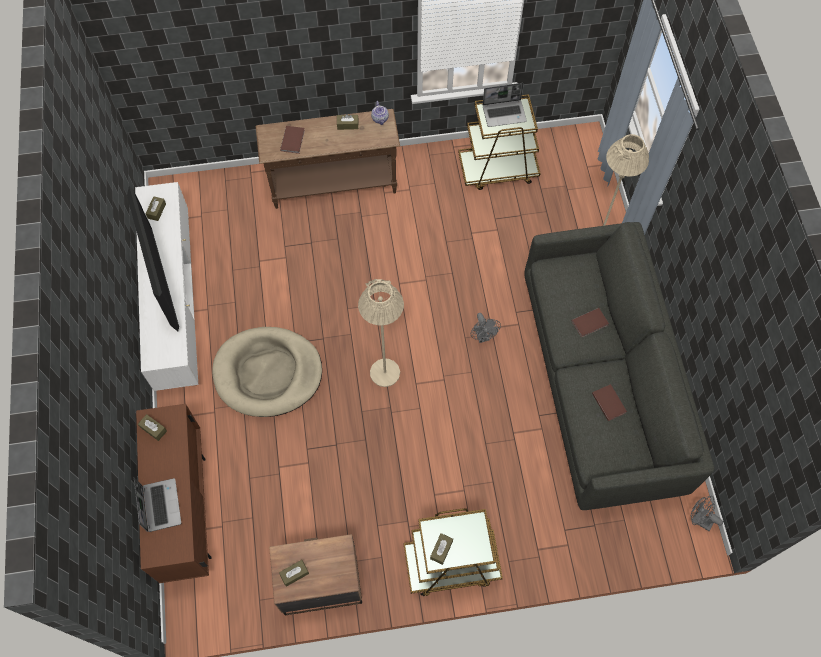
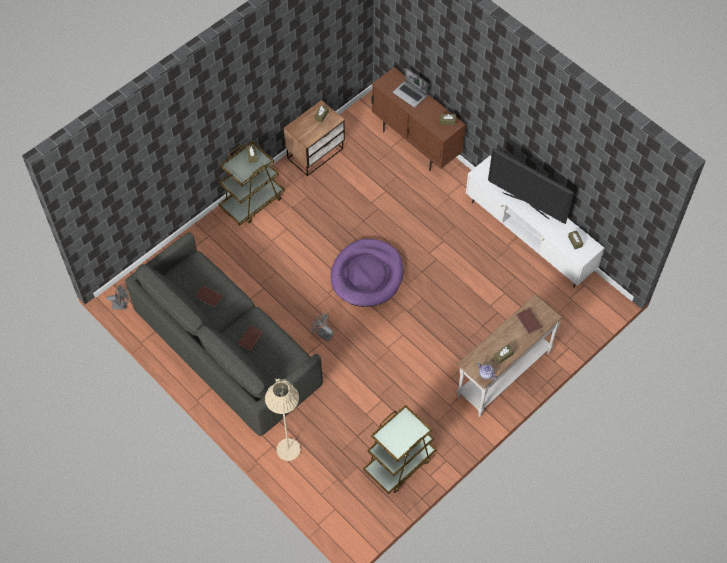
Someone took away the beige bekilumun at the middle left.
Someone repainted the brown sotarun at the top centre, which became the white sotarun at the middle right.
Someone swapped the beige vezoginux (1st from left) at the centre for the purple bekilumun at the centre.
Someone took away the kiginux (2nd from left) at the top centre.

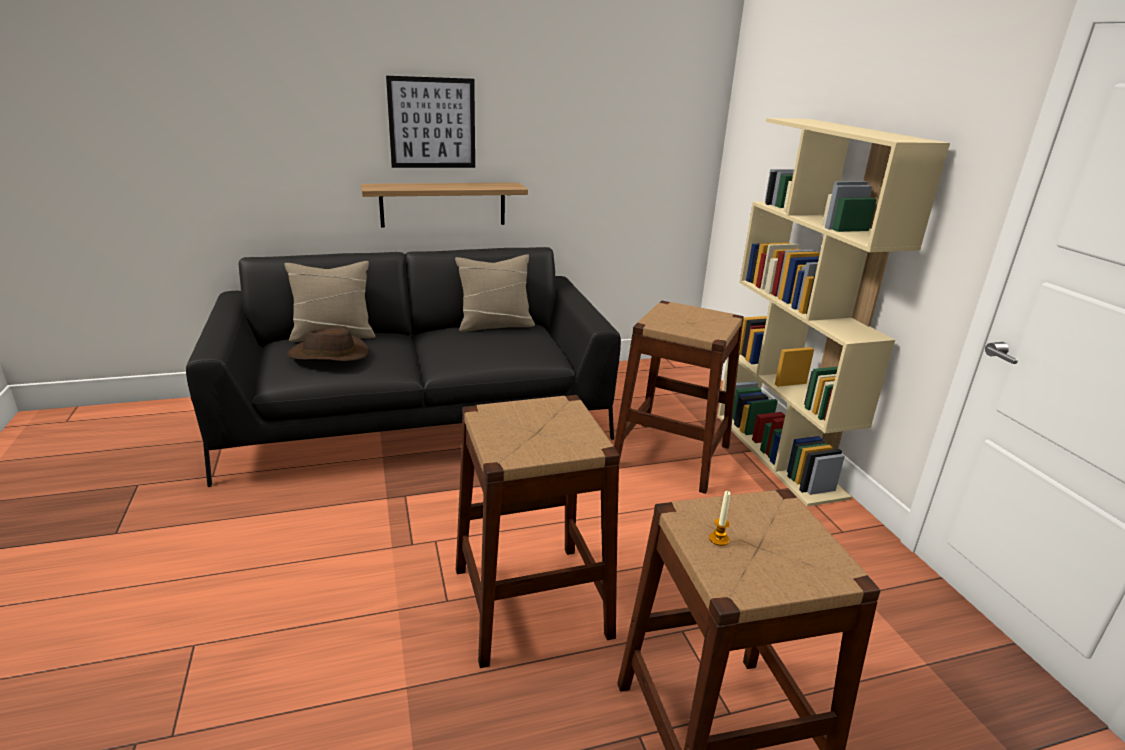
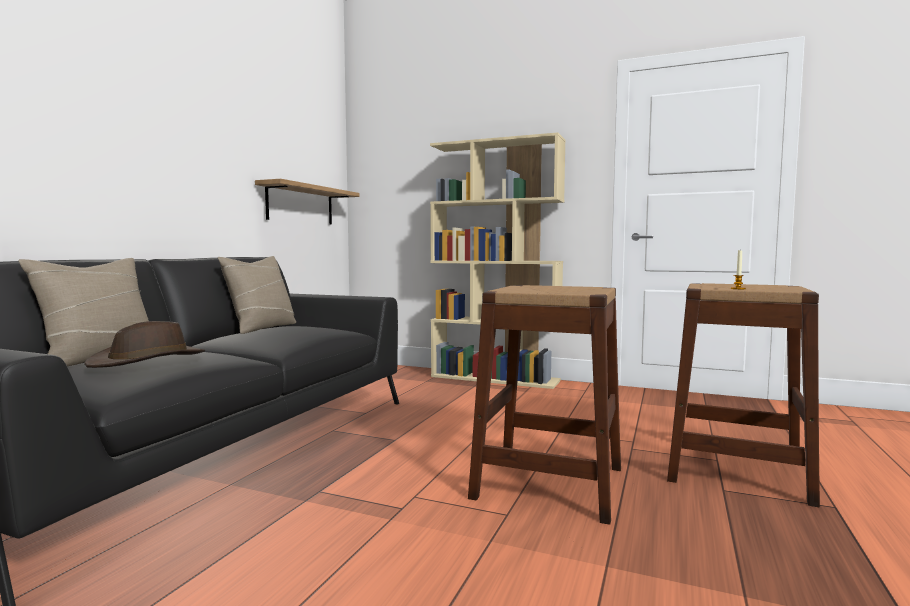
Someone carried the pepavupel from the top centre to the centre.
Someone took away the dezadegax at the top centre.
Someone took away the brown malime (2nd from left) at the centre.

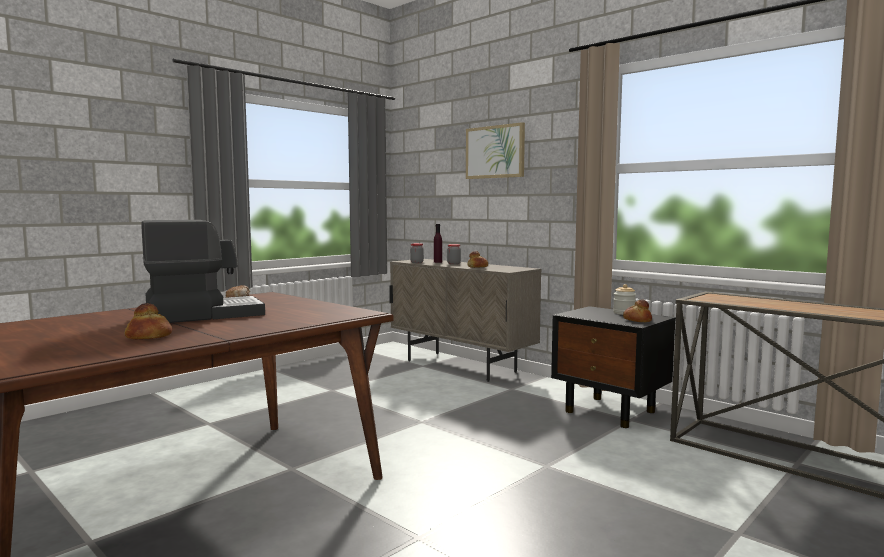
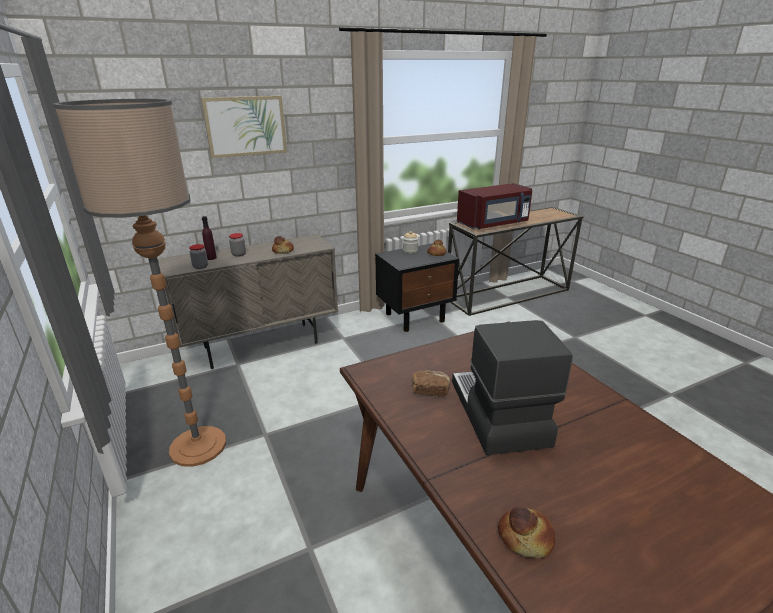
Someone carried the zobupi (1st from left in the first image) from the middle left to the bottom right.
Someone put down the vezoginux at the middle left.
Someone put down the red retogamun at the centre.

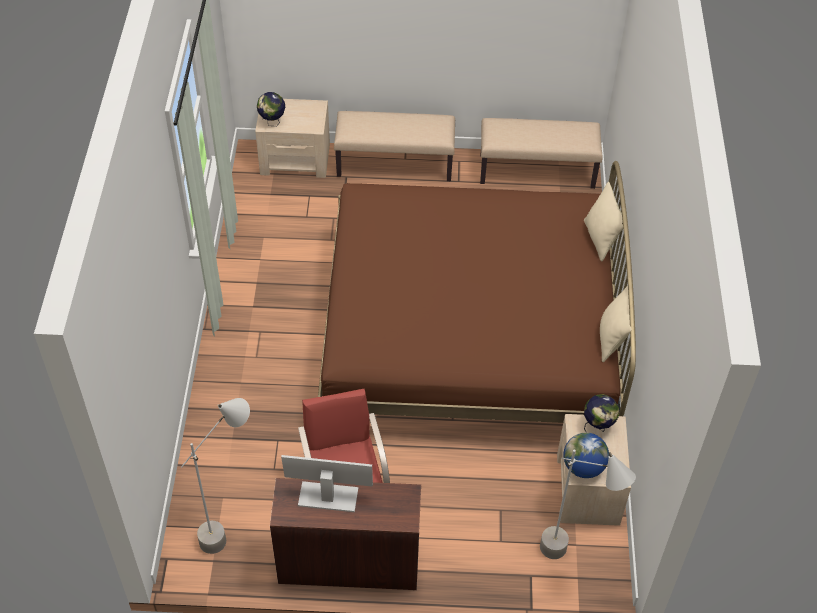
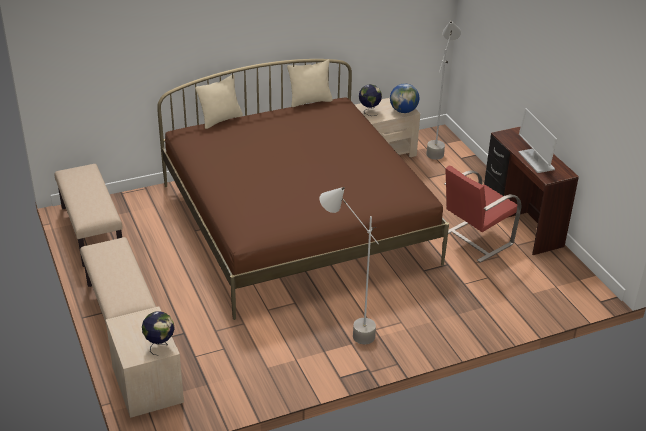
Someone carried the grey vezoginux (1st from left) from the bottom left to the centre.

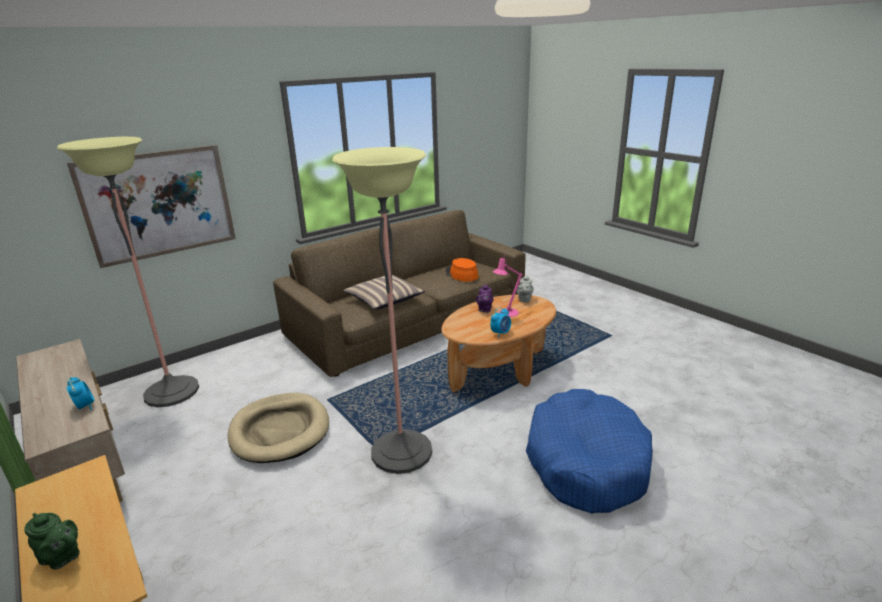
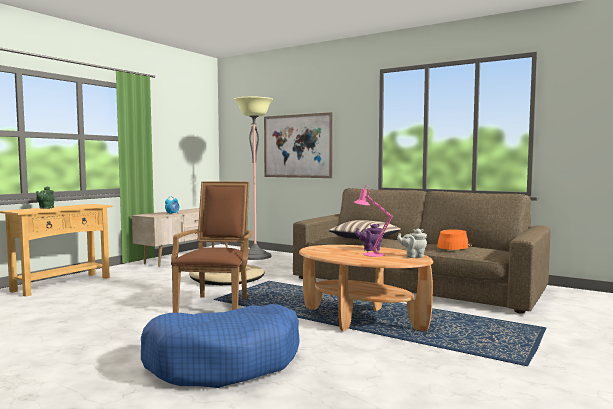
Someone swapped the vezoginux (2nd from left) at the centre for the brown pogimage at the centre.
Someone took away the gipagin (2nd from left) at the centre.

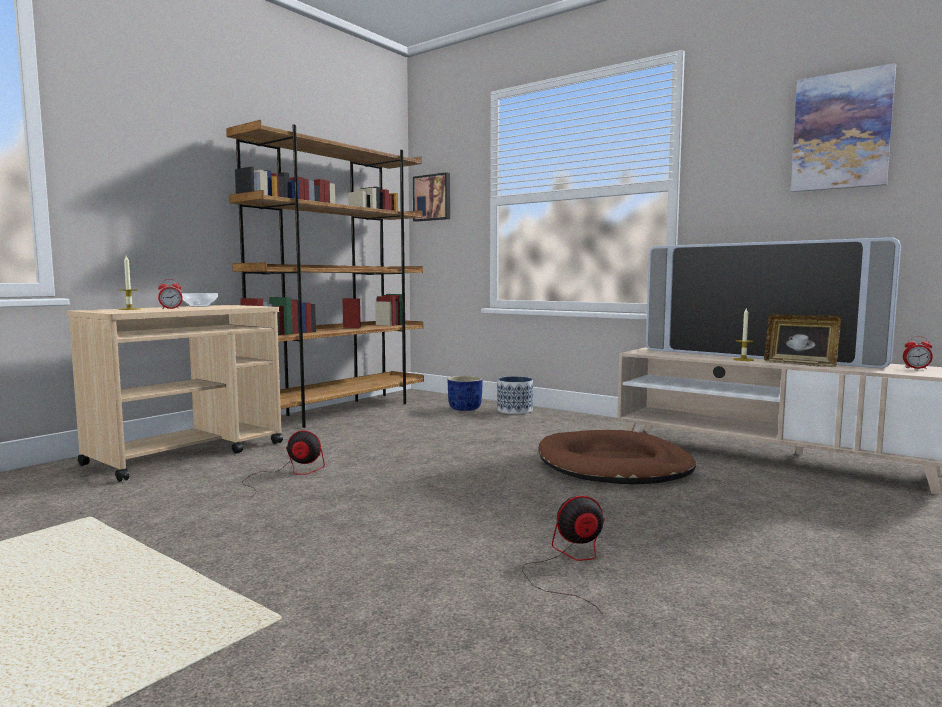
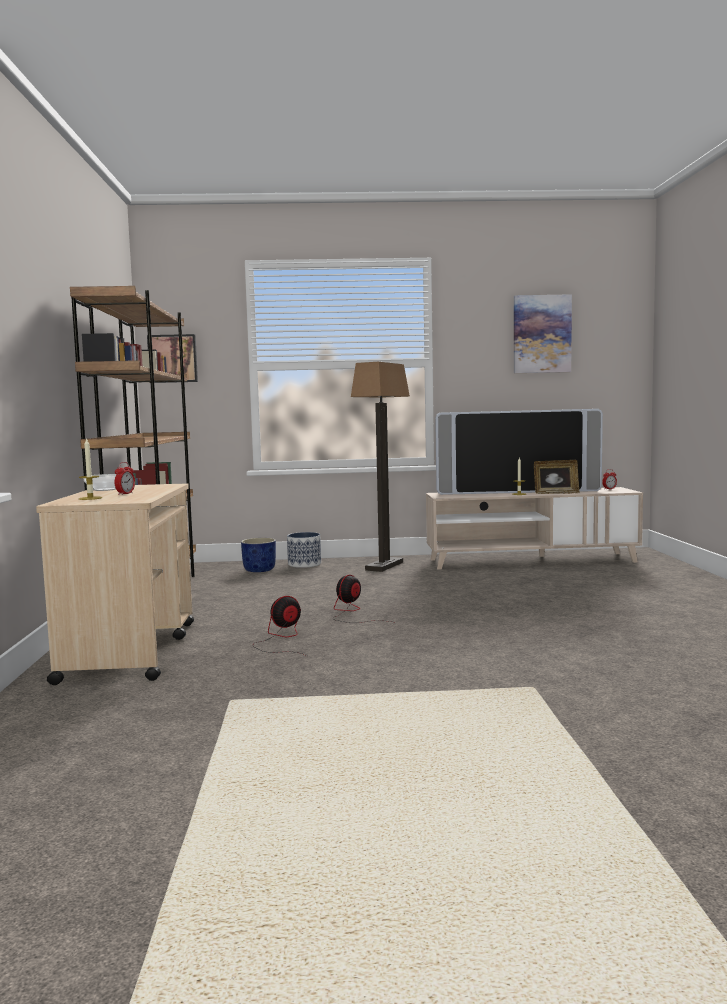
Someone carried the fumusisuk (2nd from left) from the bottom centre to the centre.
Someone took away the brown bekilumun at the centre.
Someone put down the vezoginux at the centre.

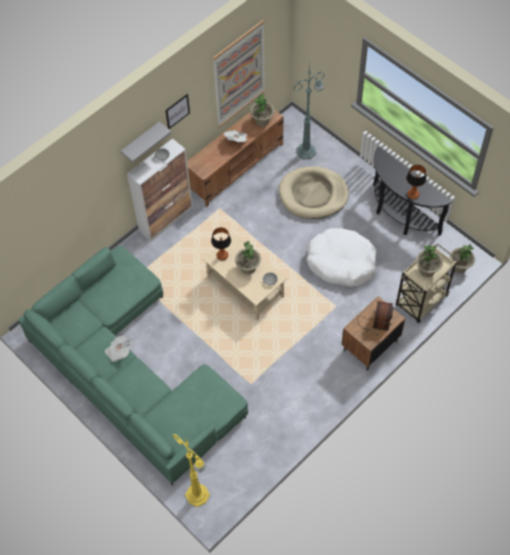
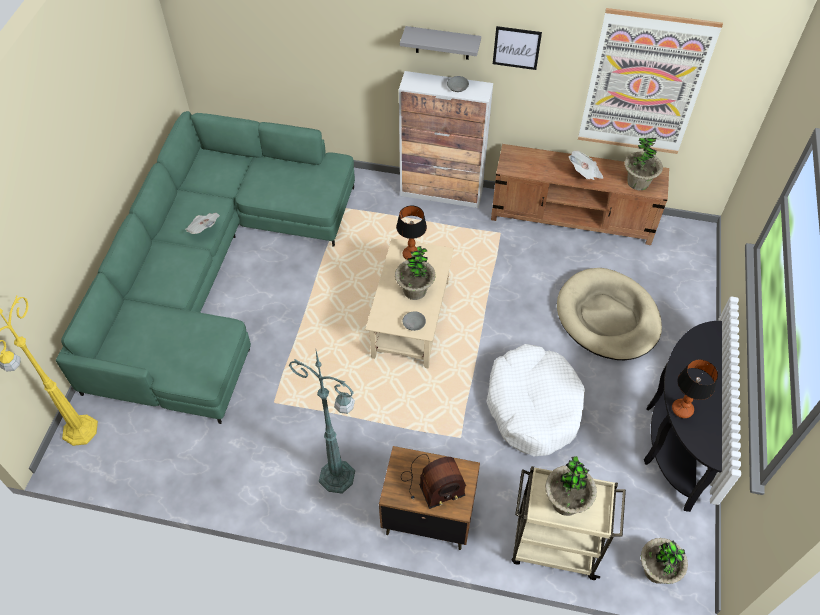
Someone carried the green vezoginux from the top centre to the bottom centre.

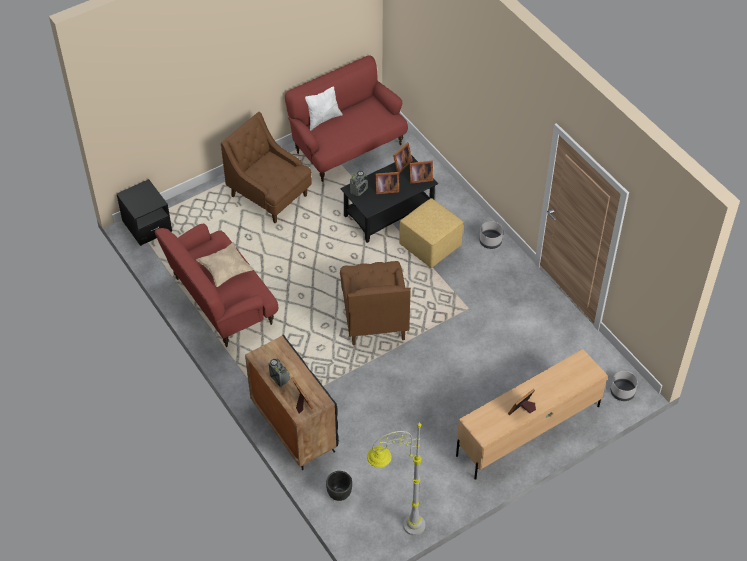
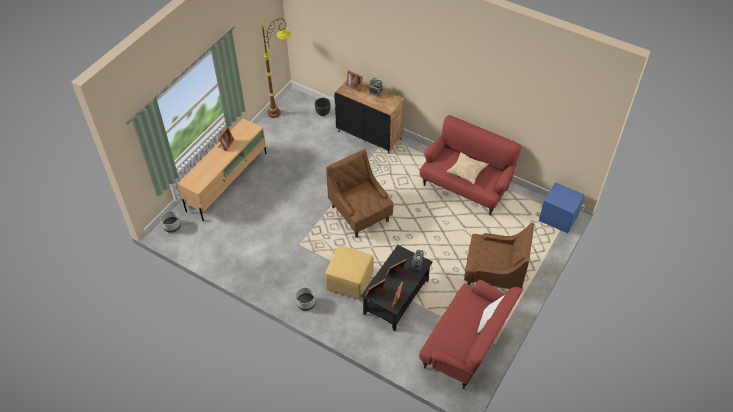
Someone repainted the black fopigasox at the middle left, which became the blue fopigasox at the middle right.
Someone repainted the grey vezoginux at the bottom centre, which became the brown vezoginux at the top centre.

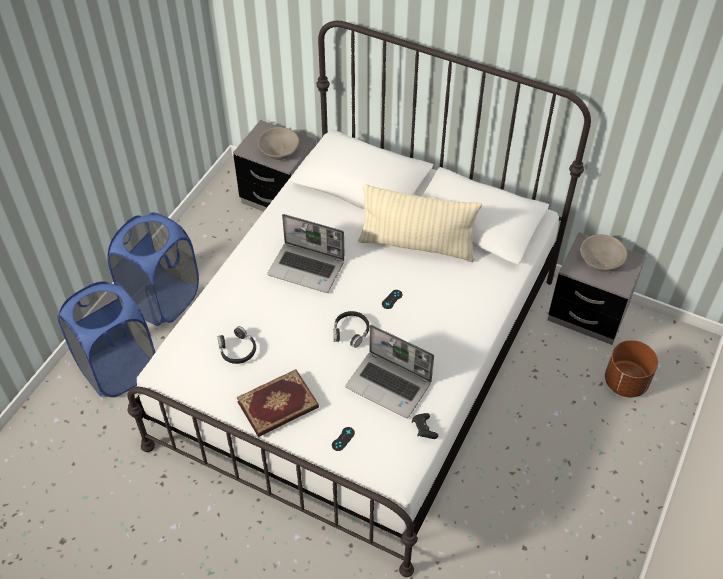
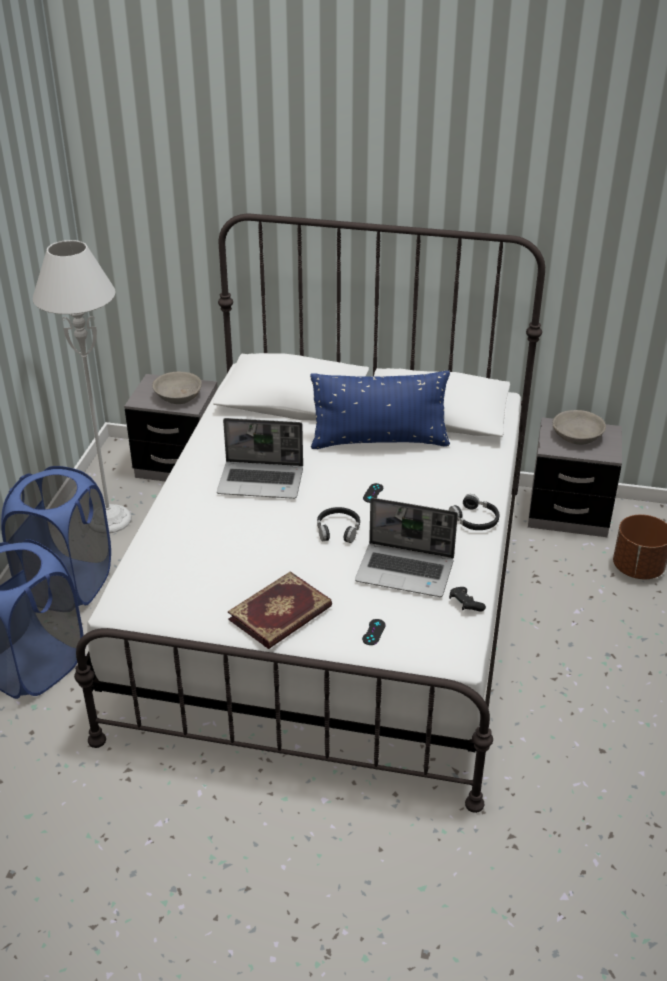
Someone carried the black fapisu (1st from left in the first image) from the middle left to the middle right.
Someone repainted the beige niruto at the centre, which became the blue niruto at the centre.
Someone put down the grey vezoginux at the middle left.

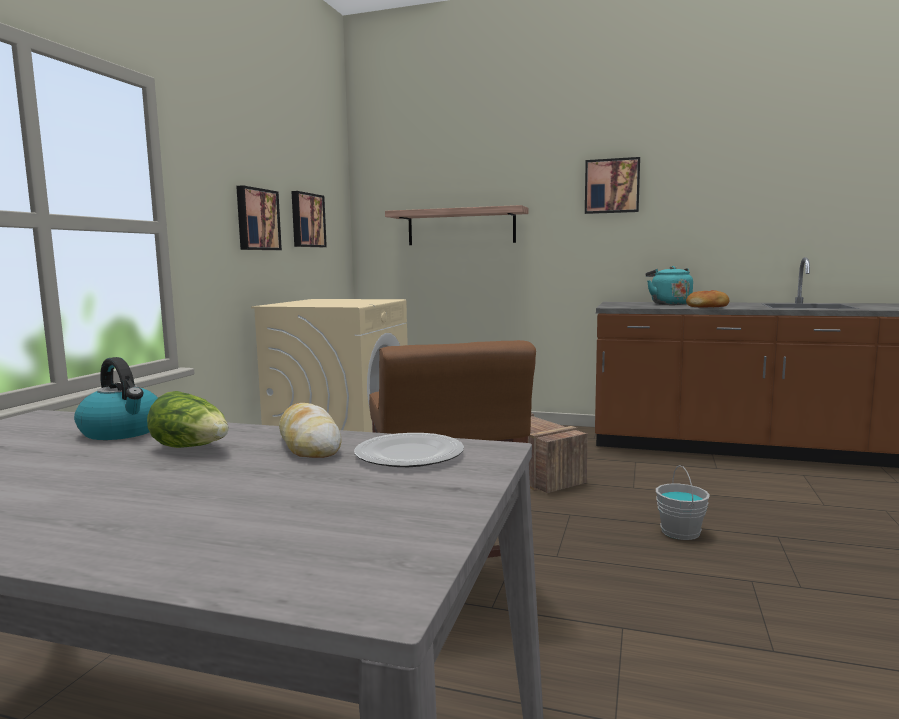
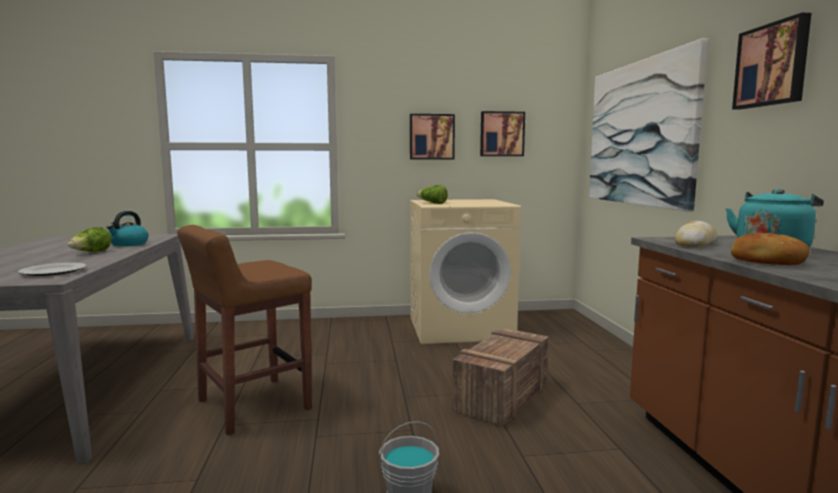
Someone carried the zobupi (1st from left) from the centre to the middle right.
Someone swapped the pepavupel at the top centre for the dezadegax (3rd from left) at the top right.
Someone put down the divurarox (2nd from left) at the centre.

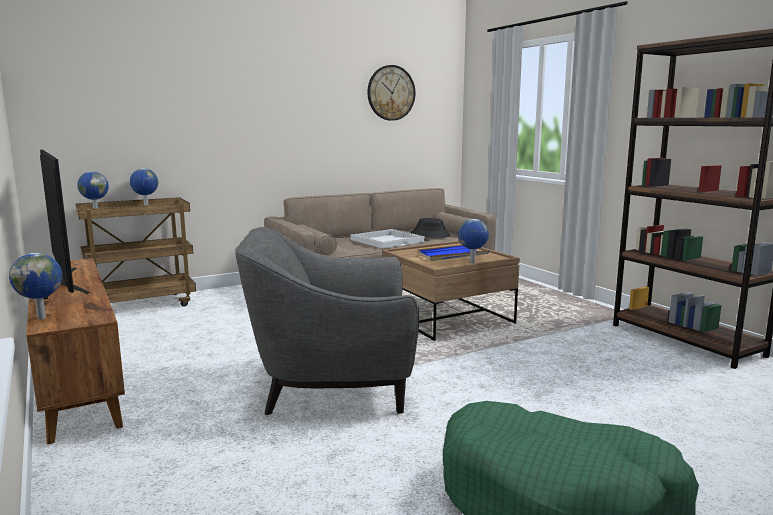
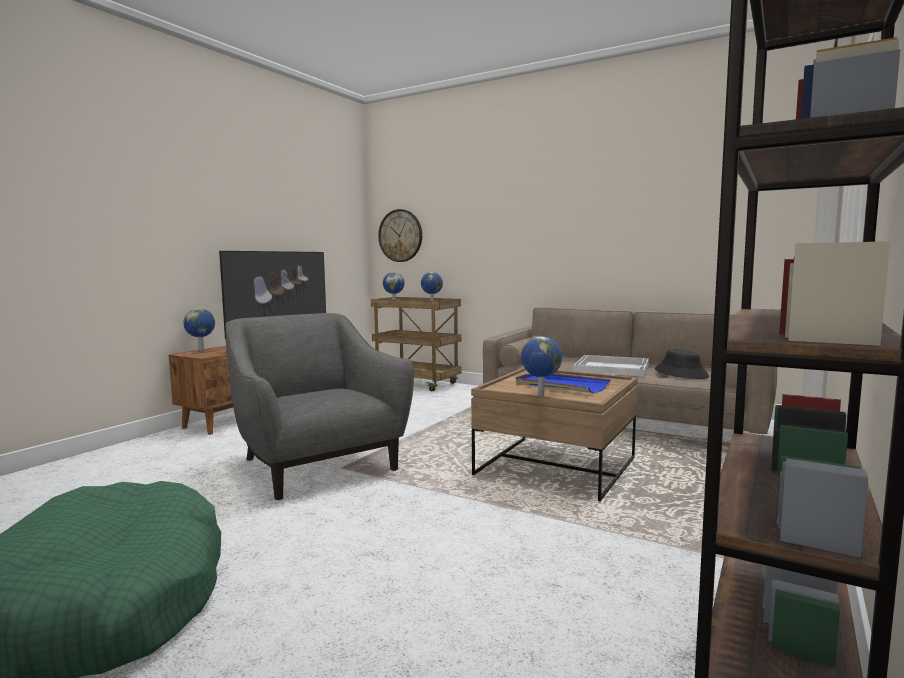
Someone carried the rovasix from the top centre to the centre.

